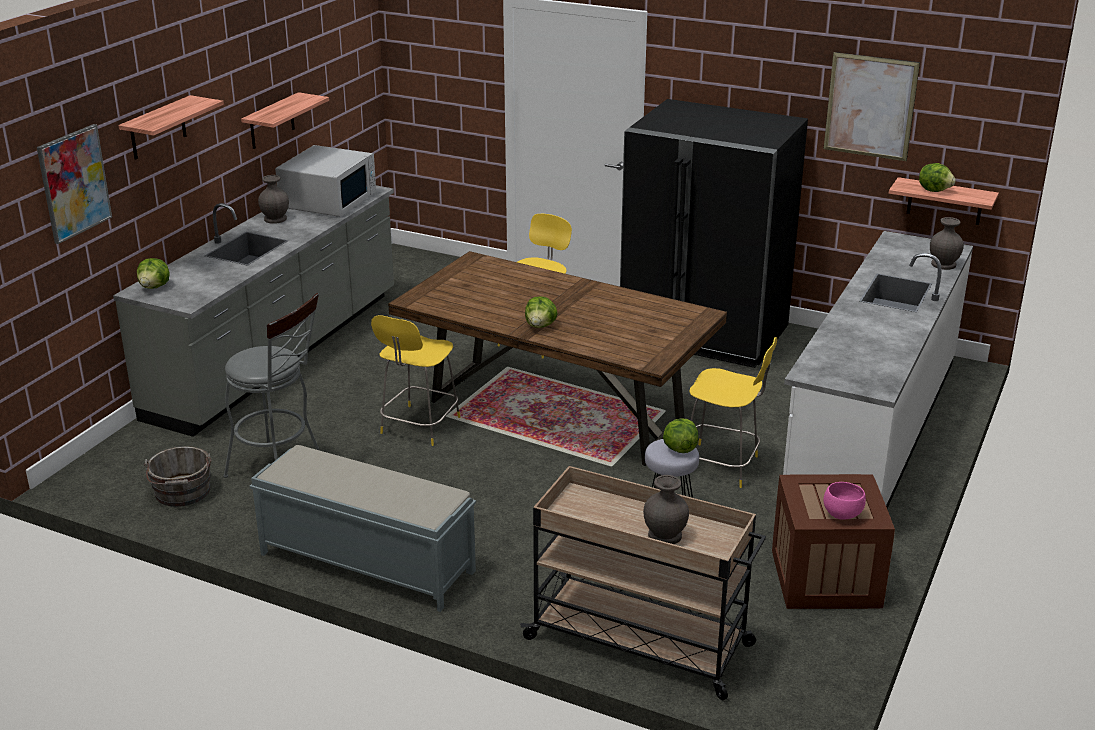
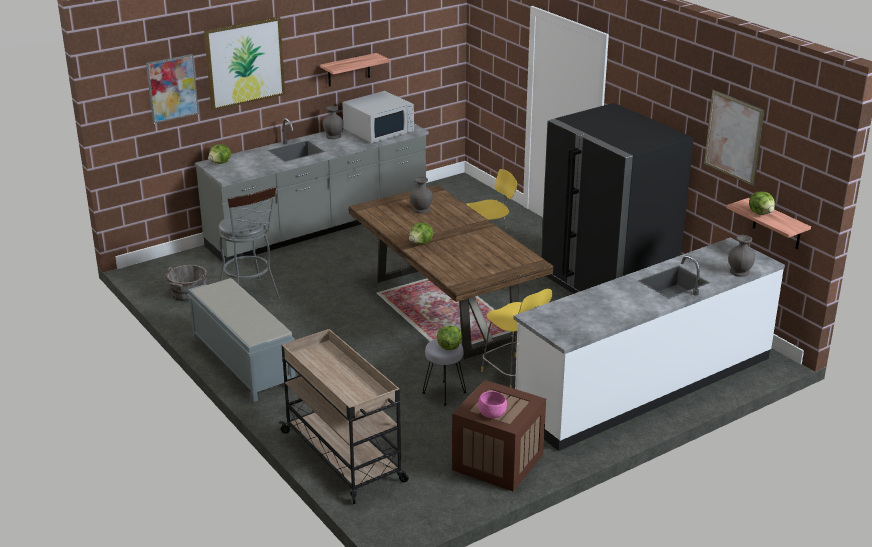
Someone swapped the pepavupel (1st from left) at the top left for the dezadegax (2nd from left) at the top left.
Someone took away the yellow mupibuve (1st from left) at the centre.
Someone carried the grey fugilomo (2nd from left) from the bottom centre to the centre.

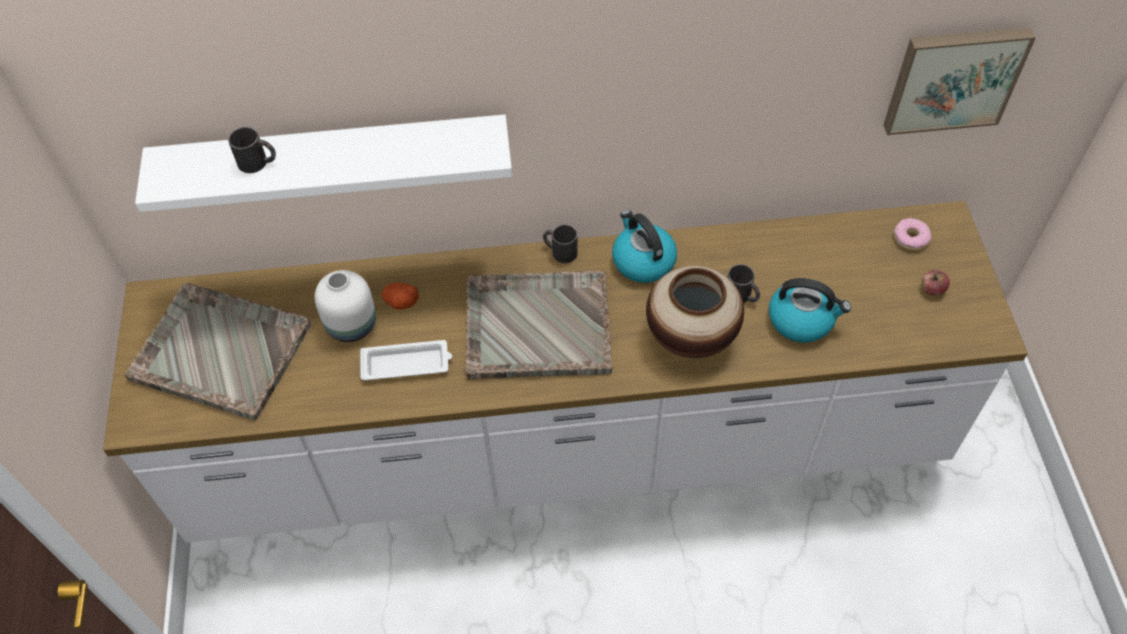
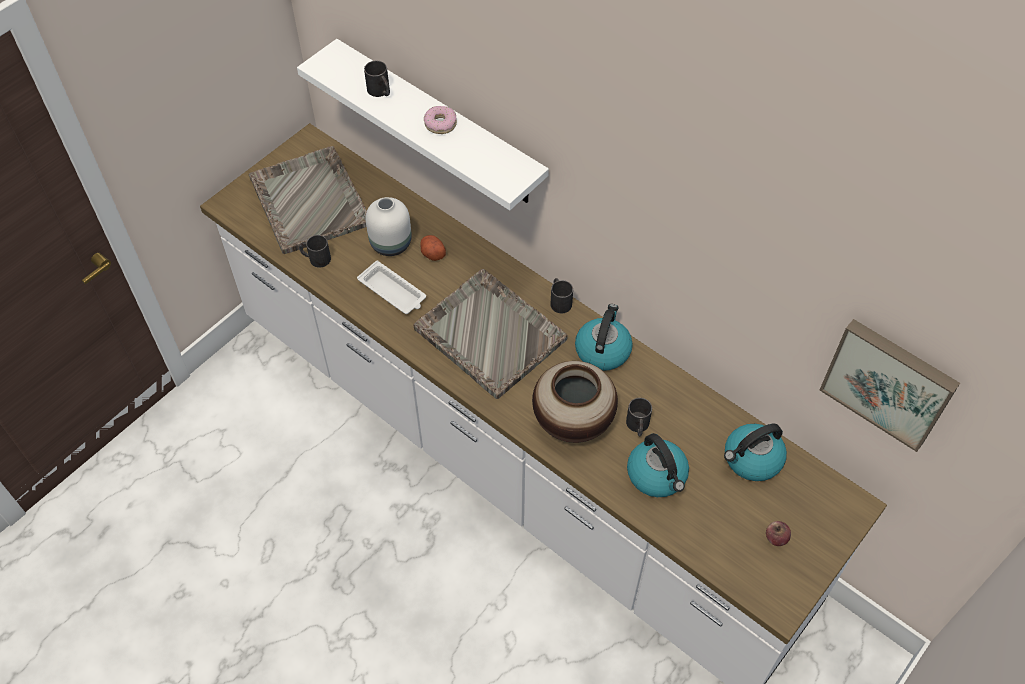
Someone carried the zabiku from the middle right to the top centre.
Someone put down the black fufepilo (1st from left) at the middle left.
Someone put down the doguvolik (3rd from left) at the middle right.

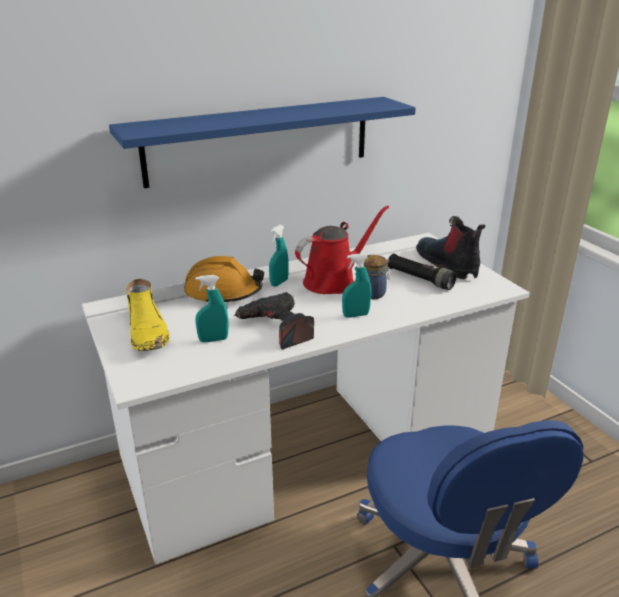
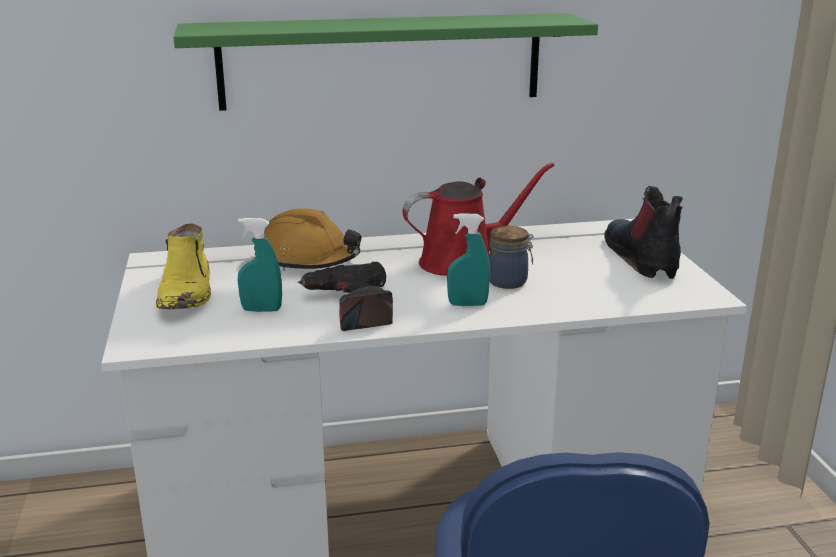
Someone repainted the blue pepavupel at the top centre, which became the green pepavupel at the top centre.
Someone took away the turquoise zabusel (2nd from left) at the centre.
Someone took away the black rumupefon at the middle right.

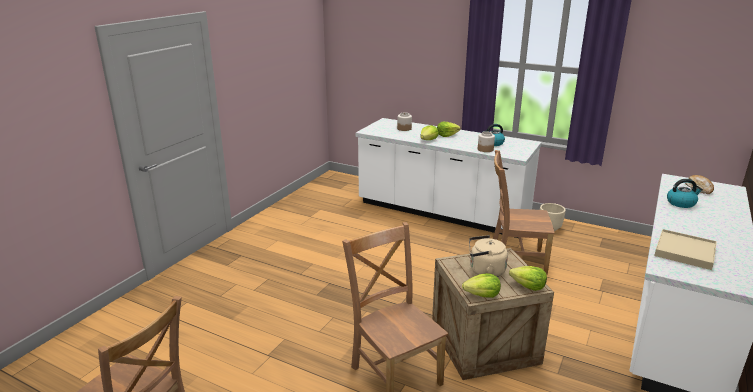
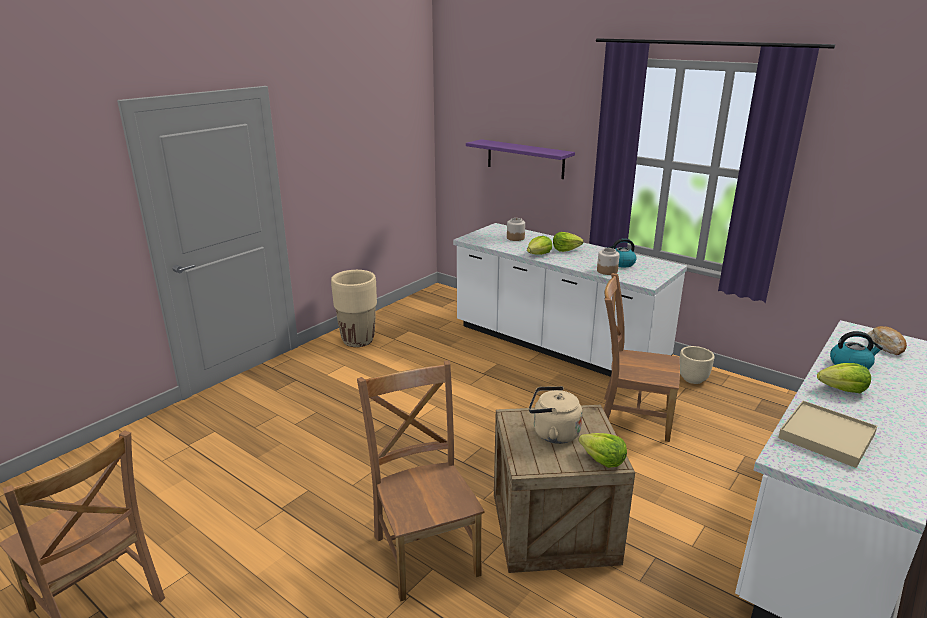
Someone carried the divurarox (3rd from left in the first image) from the bottom centre to the middle right.
Someone put down the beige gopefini (1st from left) at the centre.
Someone put up the purple pepavupel at the top centre.

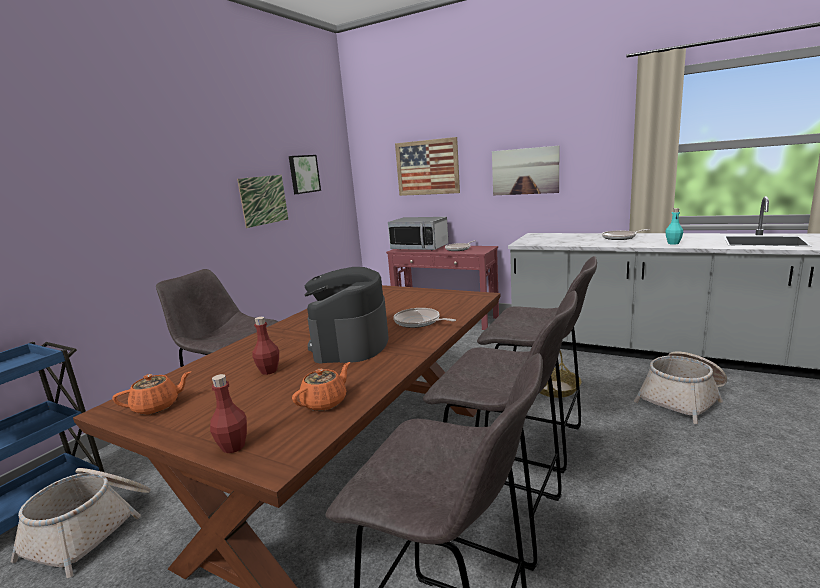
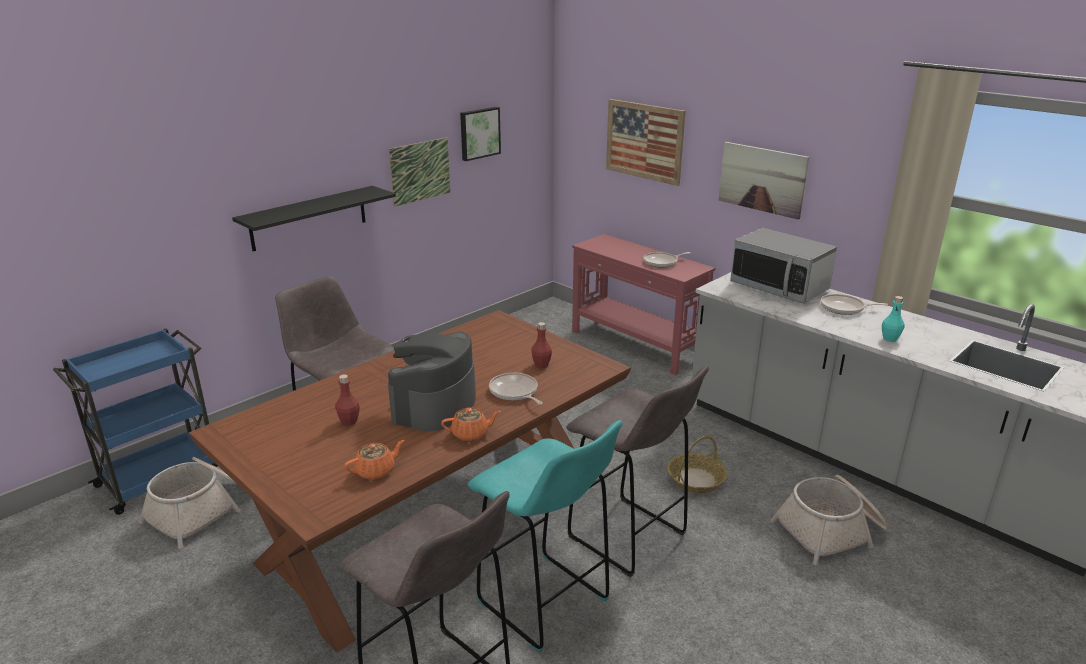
Someone carried the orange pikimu (1st from left in the first image) from the bottom left to the centre.
Someone carried the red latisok (1st from left in the first image) from the bottom left to the centre.
Someone carried the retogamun from the centre to the middle right.
Someone repainted the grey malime (3rd from left) at the bottom centre, which became the turquoise malime at the bottom centre.
Someone put up the black pepavupel at the top left.

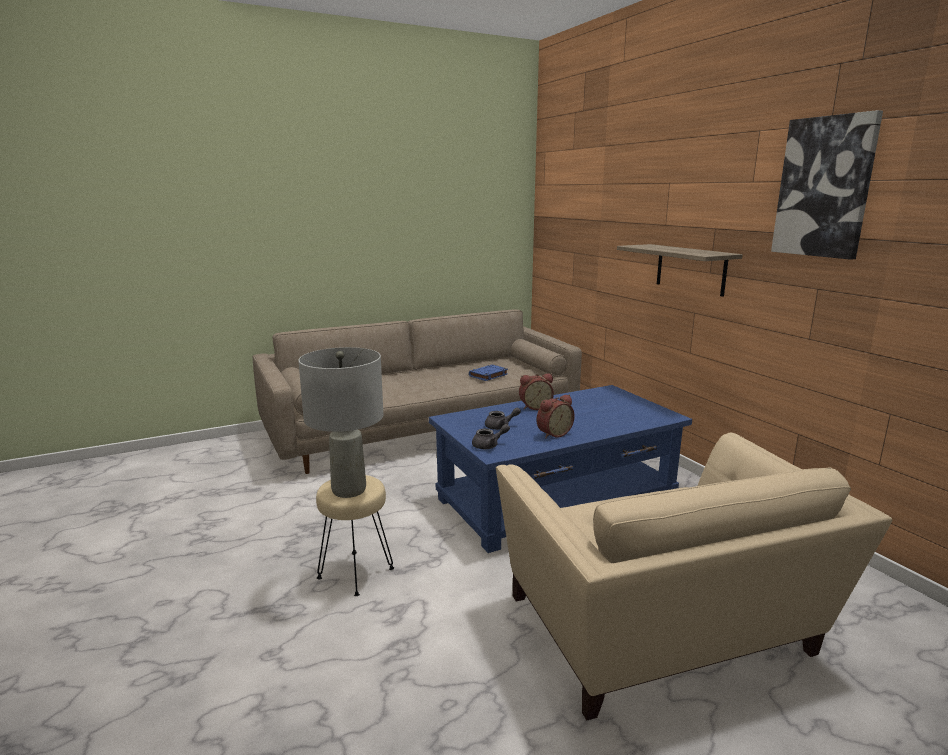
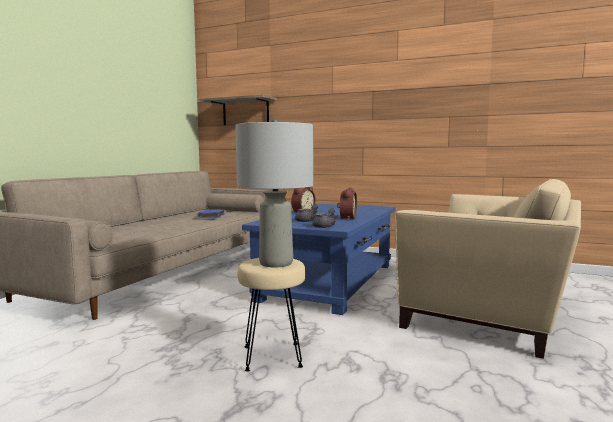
Someone carried the pepavupel from the middle right to the top centre.
Someone took away the dezadegax at the top right.

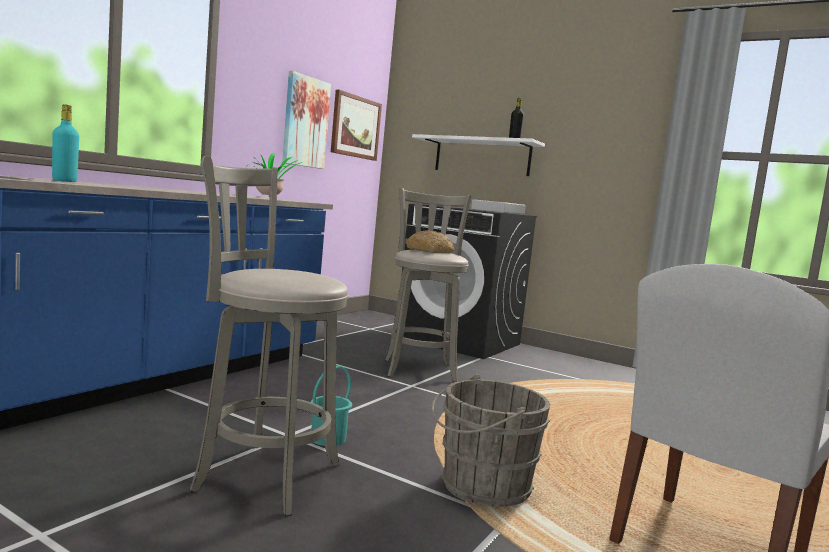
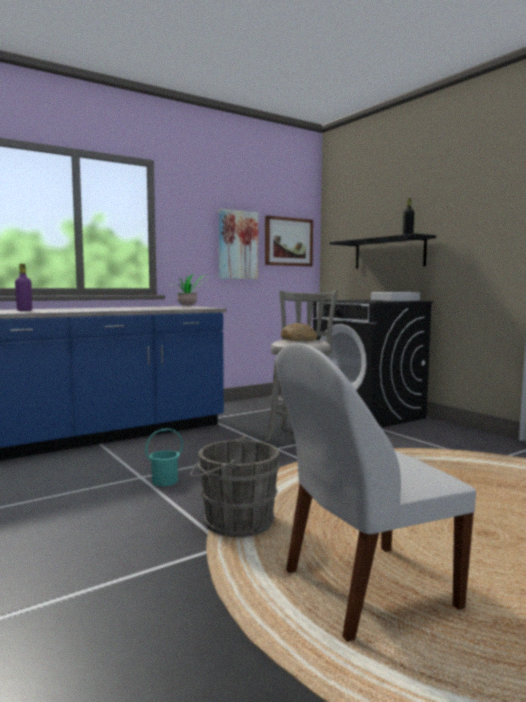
Someone repainted the turquoise latisok at the top left, which became the purple latisok at the middle left.
Someone took away the grey malime (1st from left) at the middle left.
Someone repainted the white pepavupel at the top centre, which became the black pepavupel at the middle right.

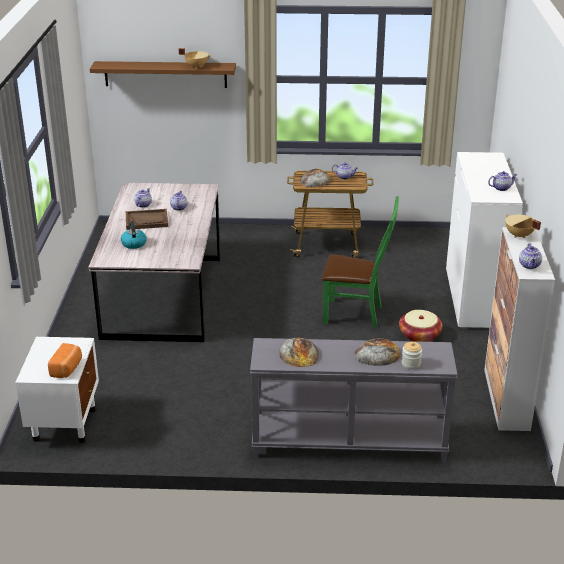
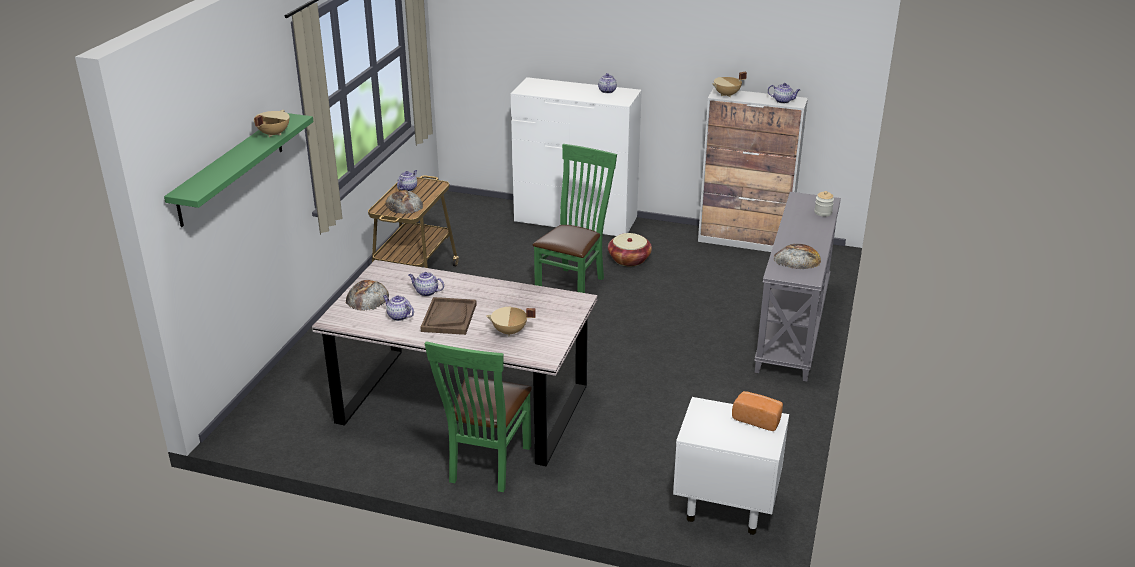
Someone repainted the brown pepavupel at the top left, which became the green pepavupel at the top left.
Someone swapped the doguvolik at the middle left for the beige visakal (2nd from left) at the centre.
Someone carried the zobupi (4th from left in the first image) from the middle right to the middle left.
Someone put down the green mupibuve (1st from left) at the bottom centre.

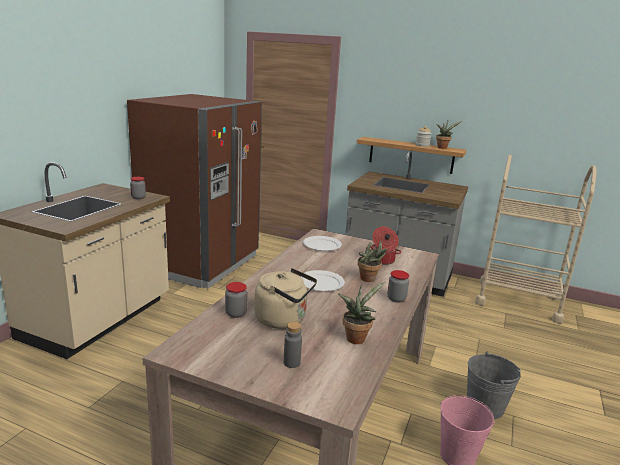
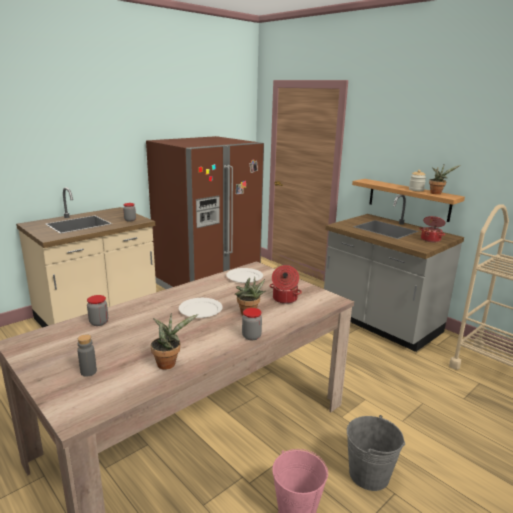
Someone took away the beige doguvolik at the centre.
Someone put down the visakal (2nd from left) at the middle right.

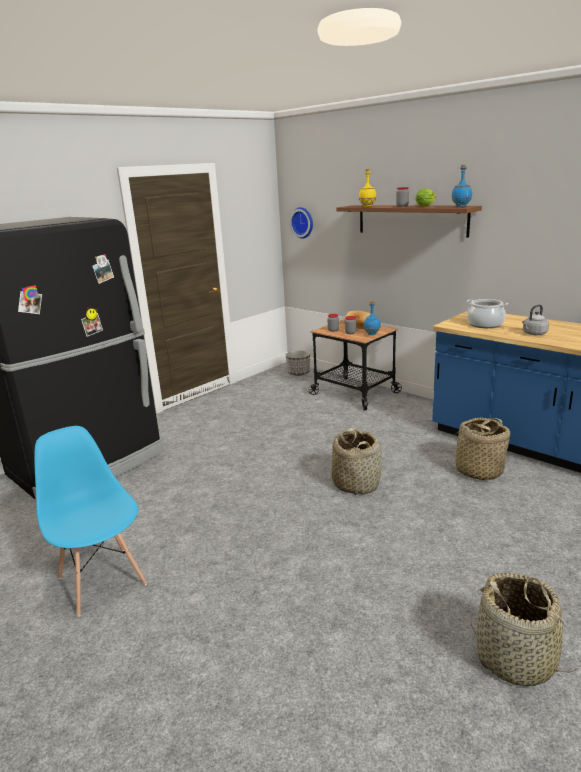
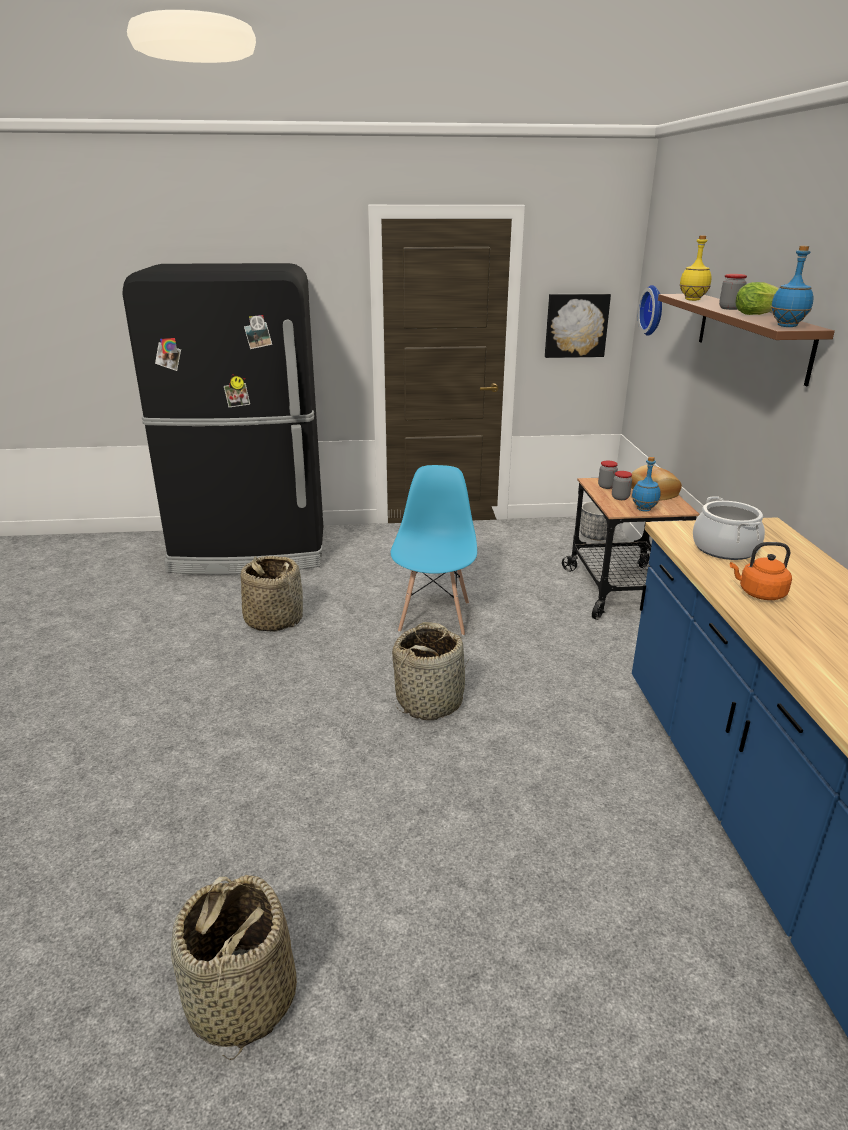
Someone carried the blue mupibuve from the bottom left to the centre.
Someone carried the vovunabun (2nd from left) from the middle right to the middle left.
Someone repainted the grey doguvolik at the middle right, which became the orange doguvolik at the middle right.
Someone put up the dezadegax at the top right.

